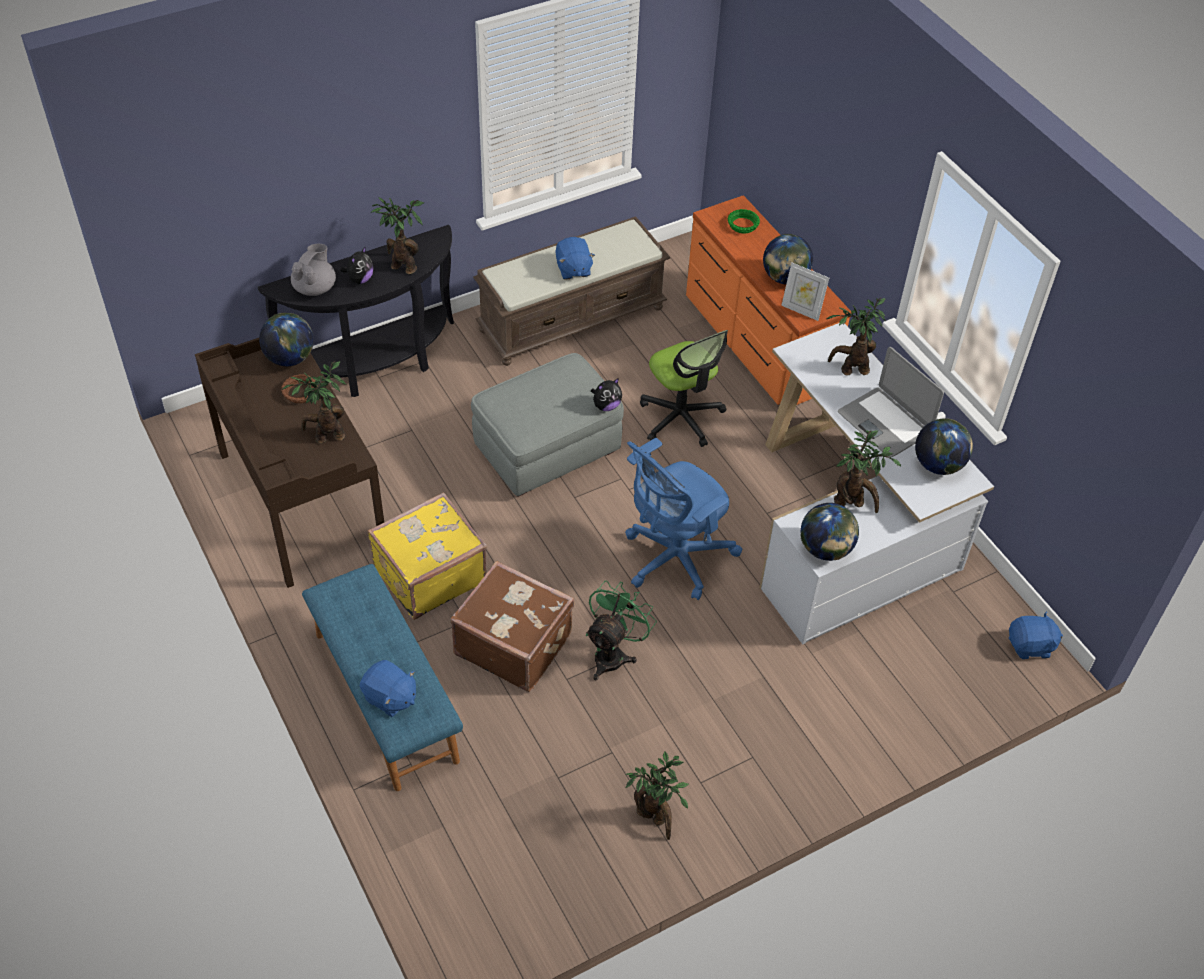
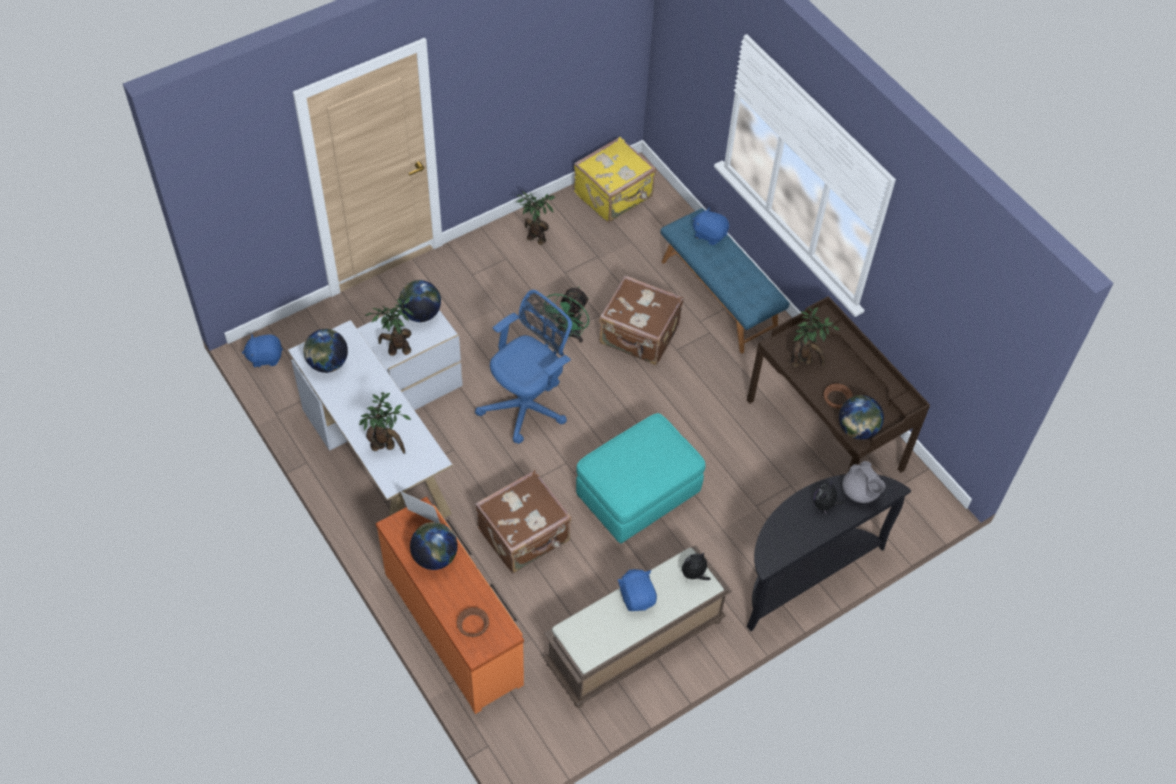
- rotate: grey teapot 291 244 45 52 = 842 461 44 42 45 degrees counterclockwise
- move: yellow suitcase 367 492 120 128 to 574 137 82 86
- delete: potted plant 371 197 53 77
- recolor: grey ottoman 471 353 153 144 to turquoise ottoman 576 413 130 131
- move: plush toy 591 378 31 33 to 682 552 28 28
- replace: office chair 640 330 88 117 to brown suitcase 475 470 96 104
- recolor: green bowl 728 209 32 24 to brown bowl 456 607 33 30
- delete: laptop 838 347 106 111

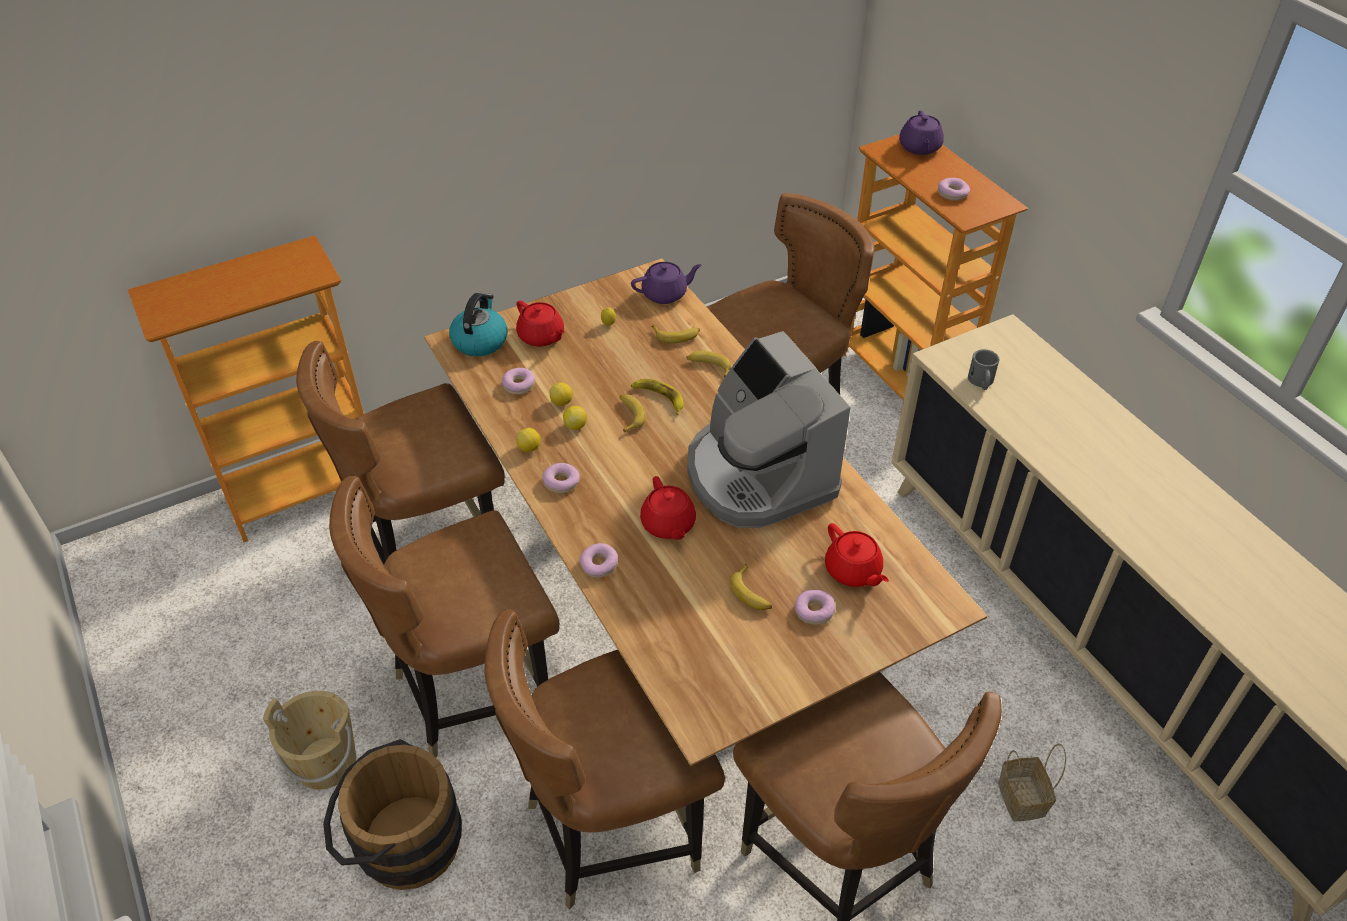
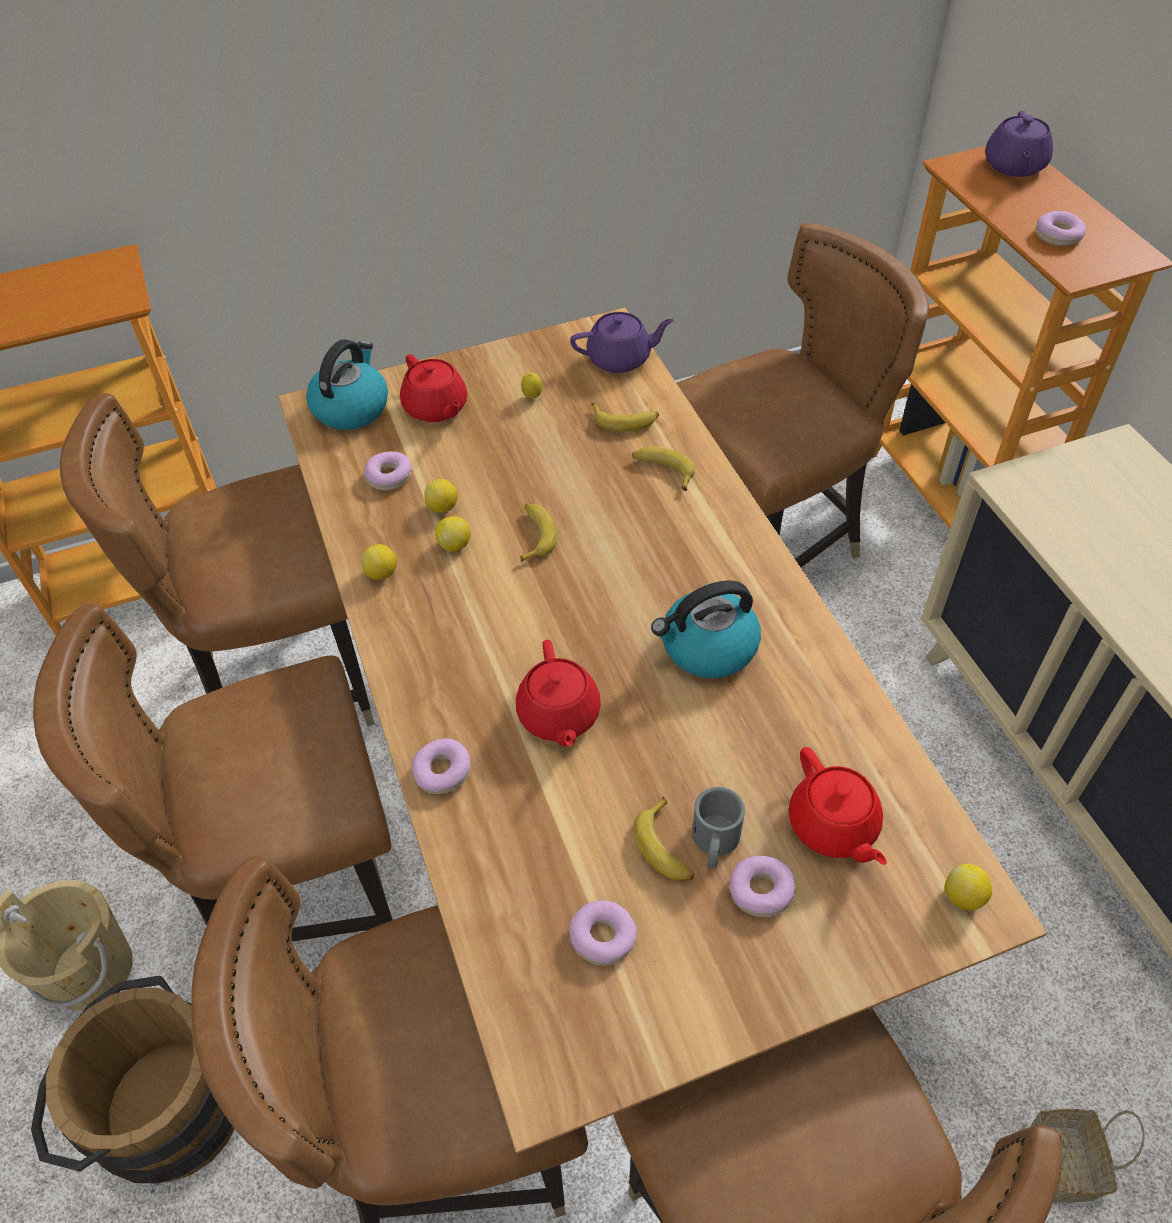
- move: donut 542 463 38 30 to 569 900 68 66
- delete: banana 631 379 53 36
- replace: coffee machine 687 331 163 197 to kettle 651 580 110 98
- move: grey mug 968 349 31 41 to 692 787 53 81
- insert: lemon 945 864 47 47

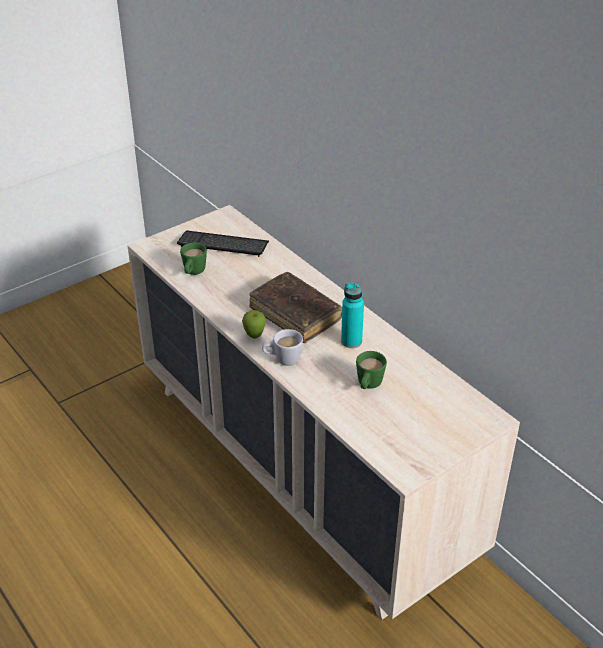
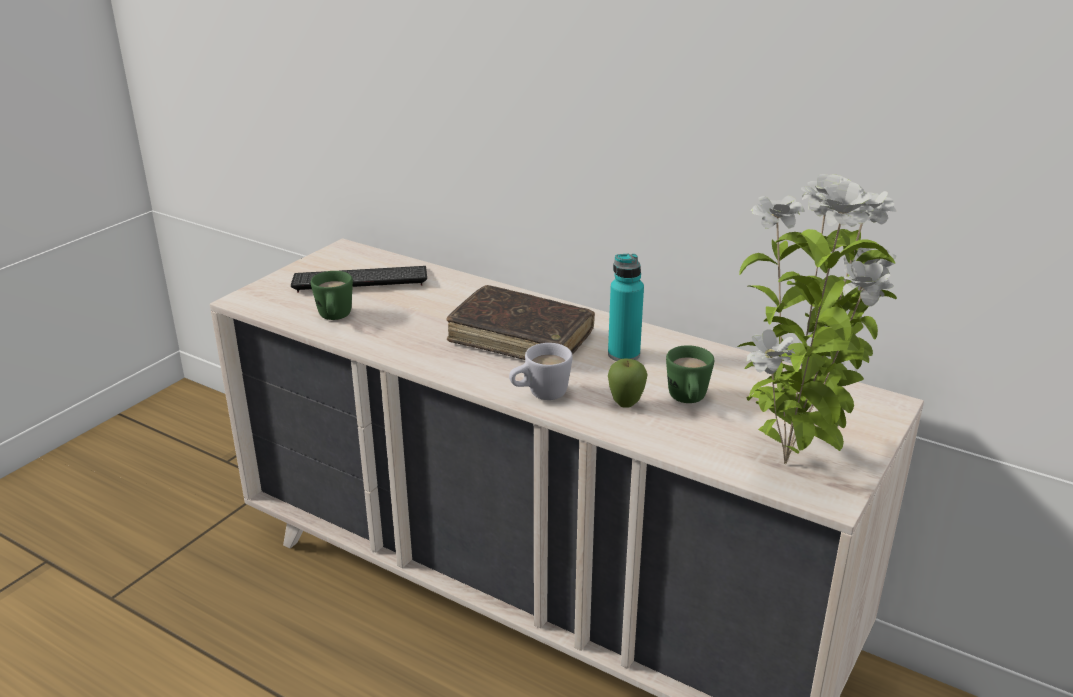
- move: apple 242 310 24 28 to 608 358 40 50
- insert: potted plant 737 174 160 290

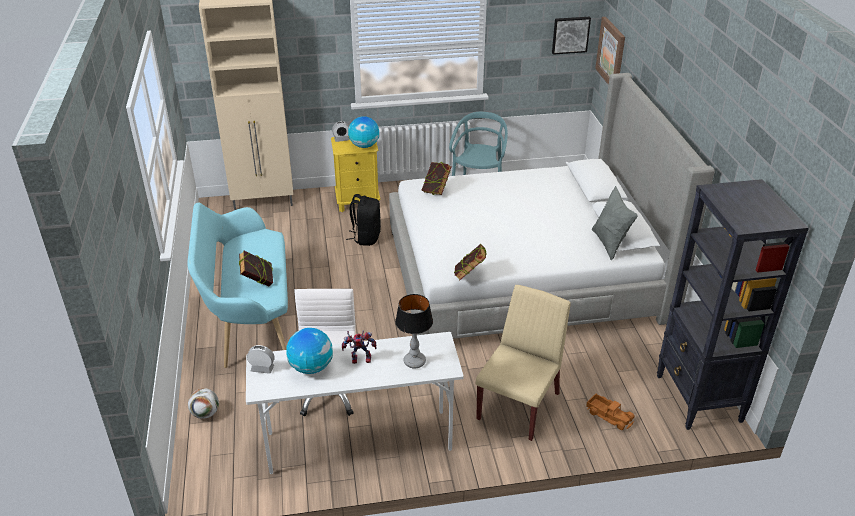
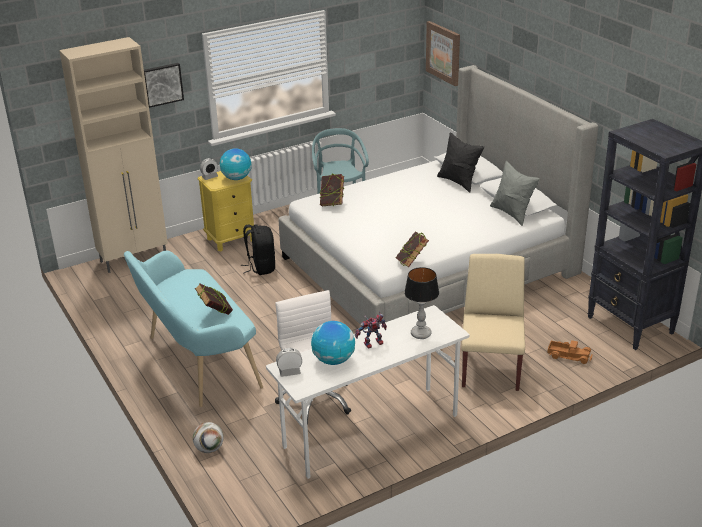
- move: picture 552 17 39 38 to 144 63 40 45
- insert: black pillow 437 132 47 60

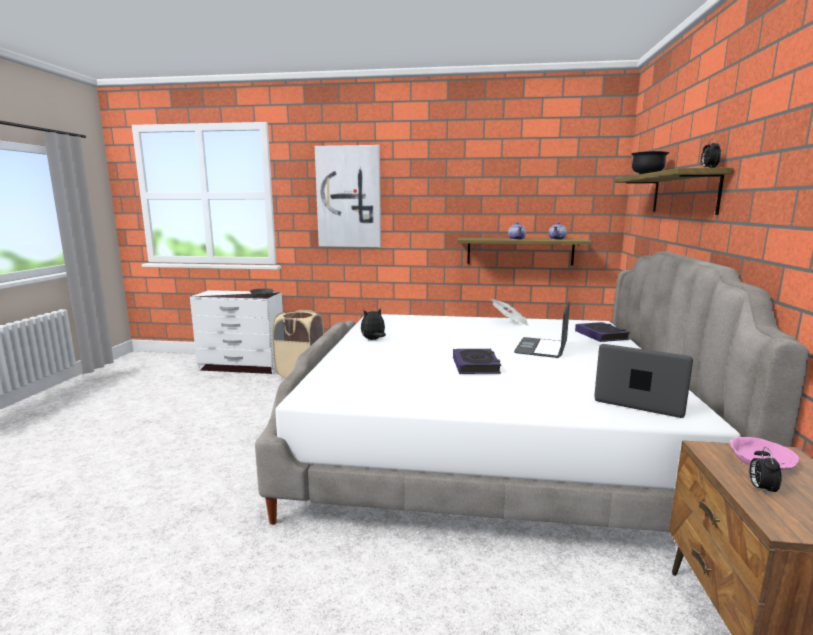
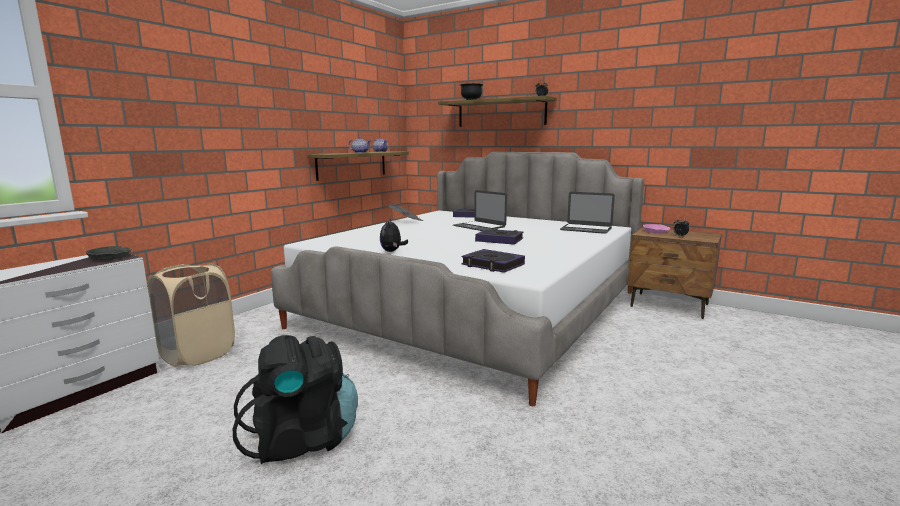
- delete: picture 315 145 66 102
- rotate: laptop 594 344 99 74 = 560 192 55 42 120 degrees counterclockwise
- insert: black backpack 233 335 125 129
- insert: book 461 249 64 24

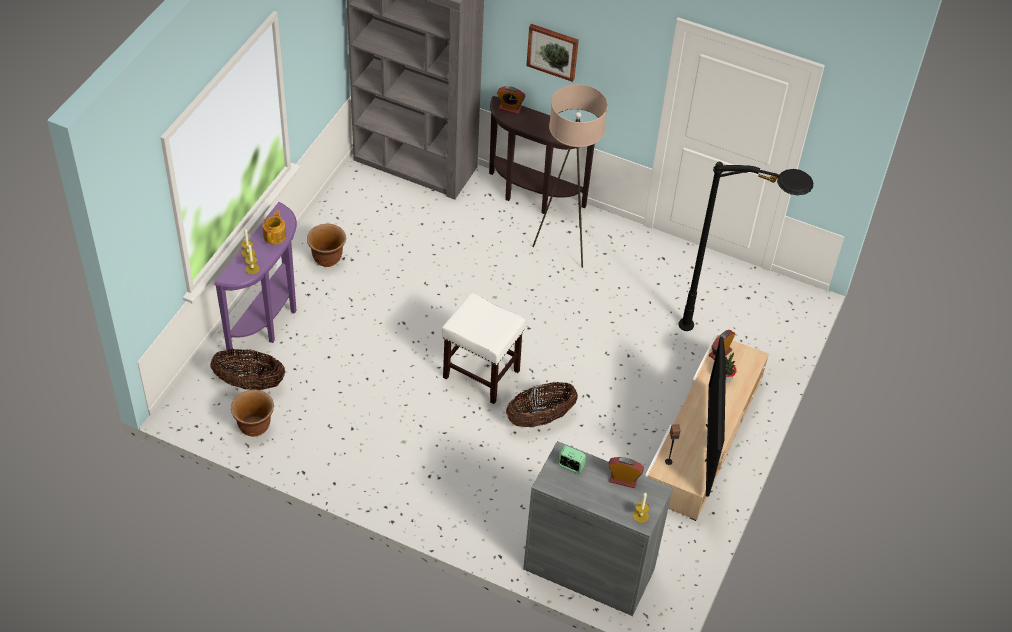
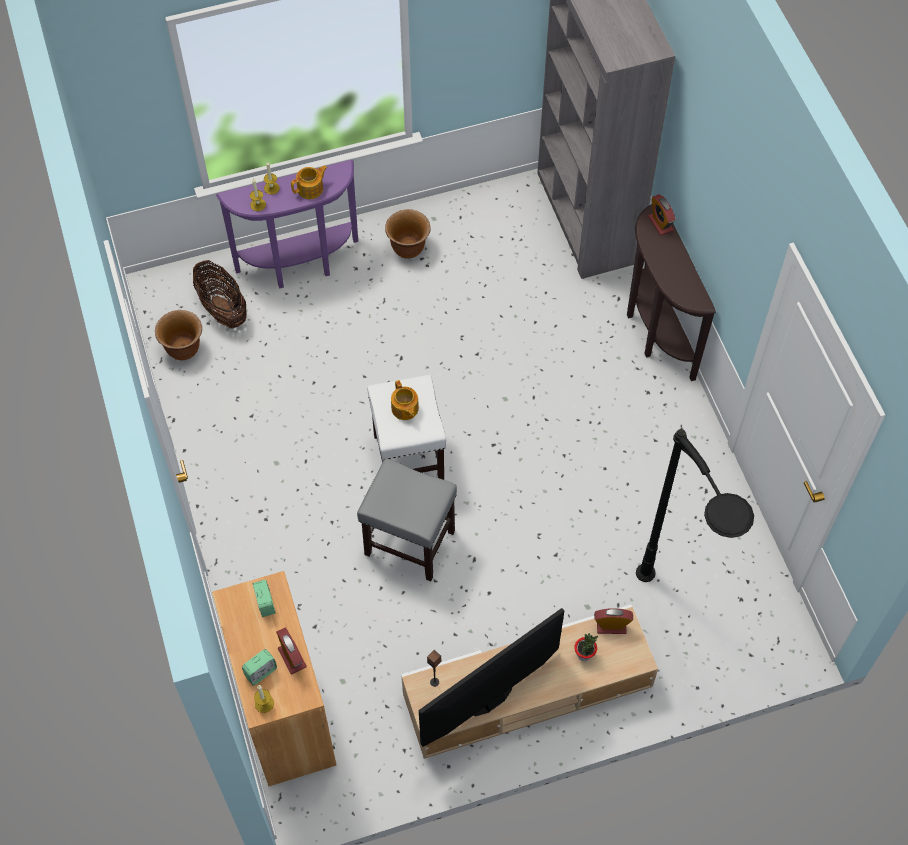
- replace: basket 506 382 72 45 to grey stool 357 458 100 123
- recolor: grey cabinet 523 441 150 175 to brown cabinet 212 571 124 215
- delete: picture 526 24 53 58
- delete: beige floor lamp 532 84 76 184
- insert: alarm clock 242 649 35 36
- insert: teapot 391 380 28 40

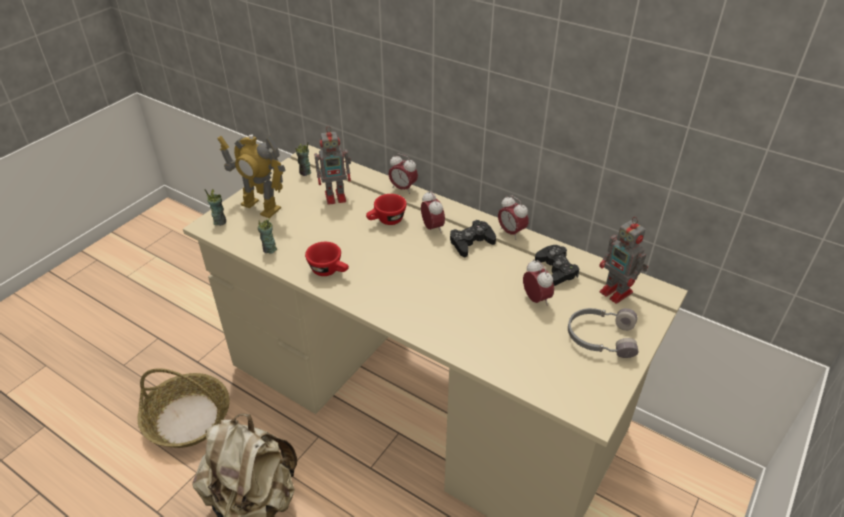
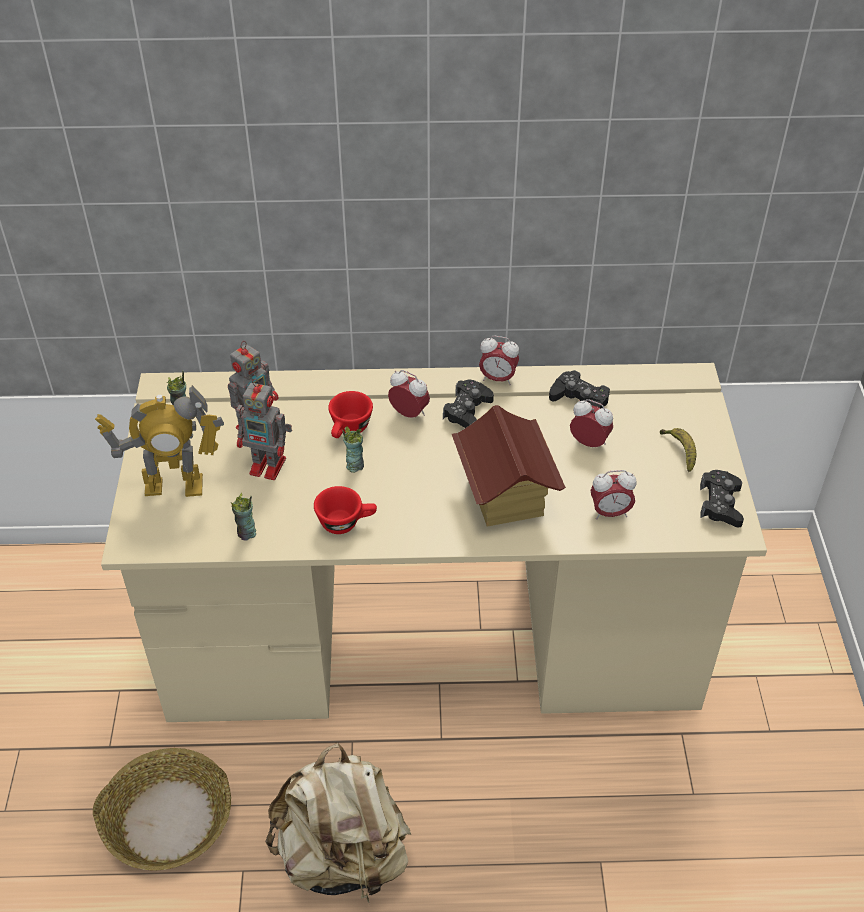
- move: cup 204 189 22 37 to 342 426 22 47
- move: alarm clock 388 154 30 40 to 590 470 47 49
- replace: grey headphones 568 308 71 50 to banana 660 428 36 44
- move: toy robot 599 217 49 87 to 236 379 56 101
- insert: toy house 452 405 114 122
- insert: black game controller 700 470 44 57

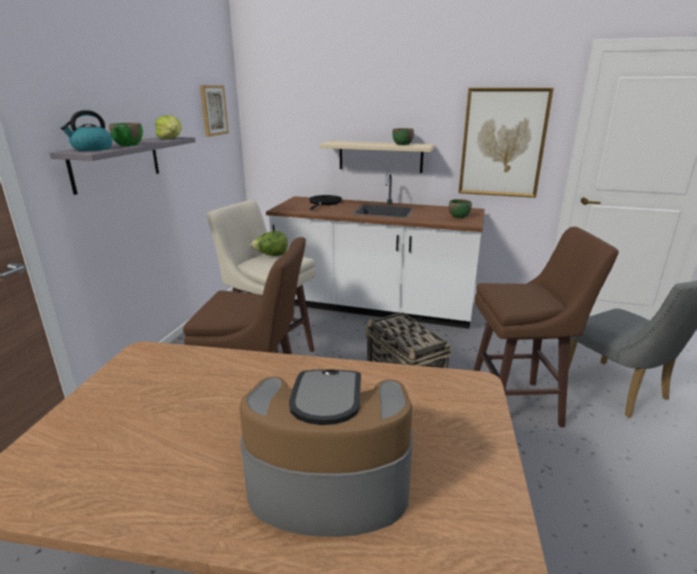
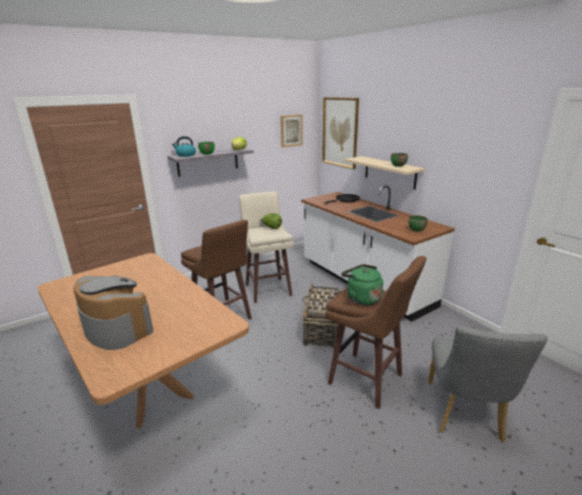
- move: picture 459 88 95 110 to 322 97 37 72
- insert: green kettle 341 264 42 41

